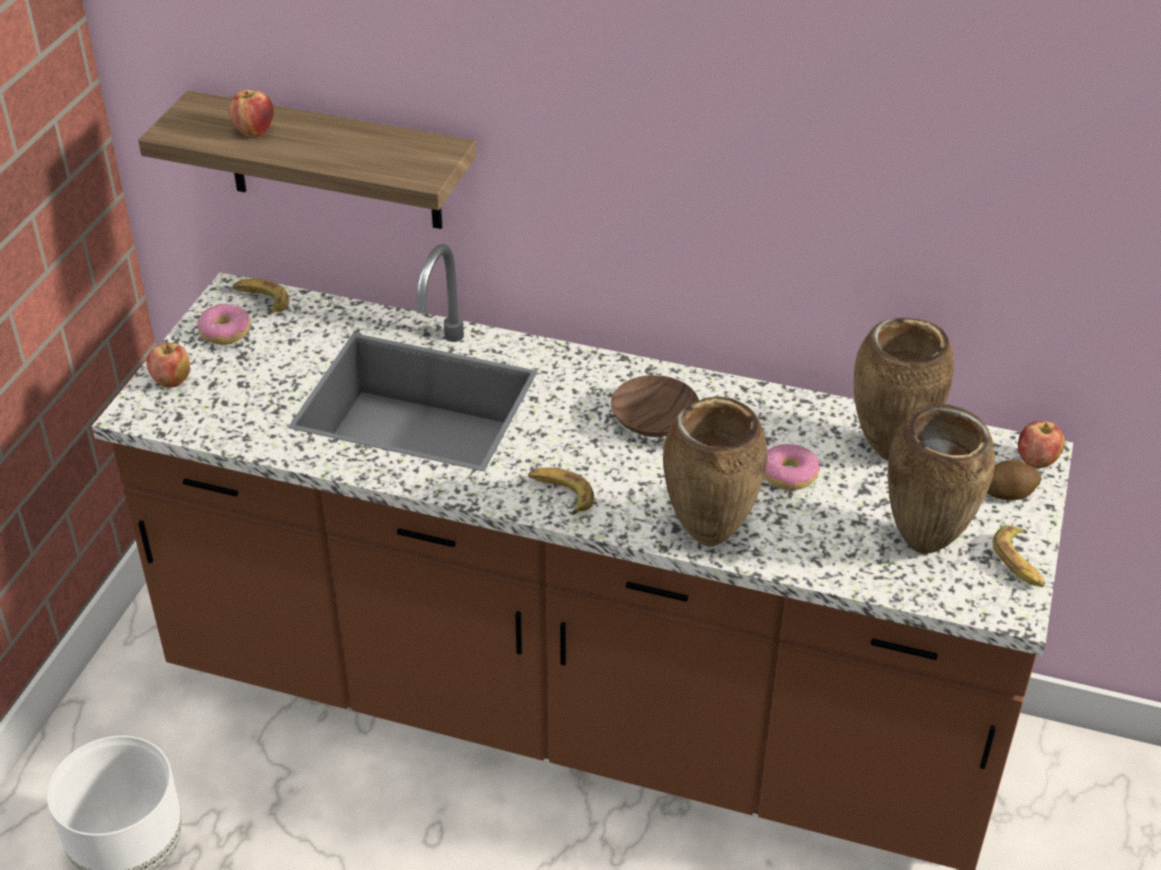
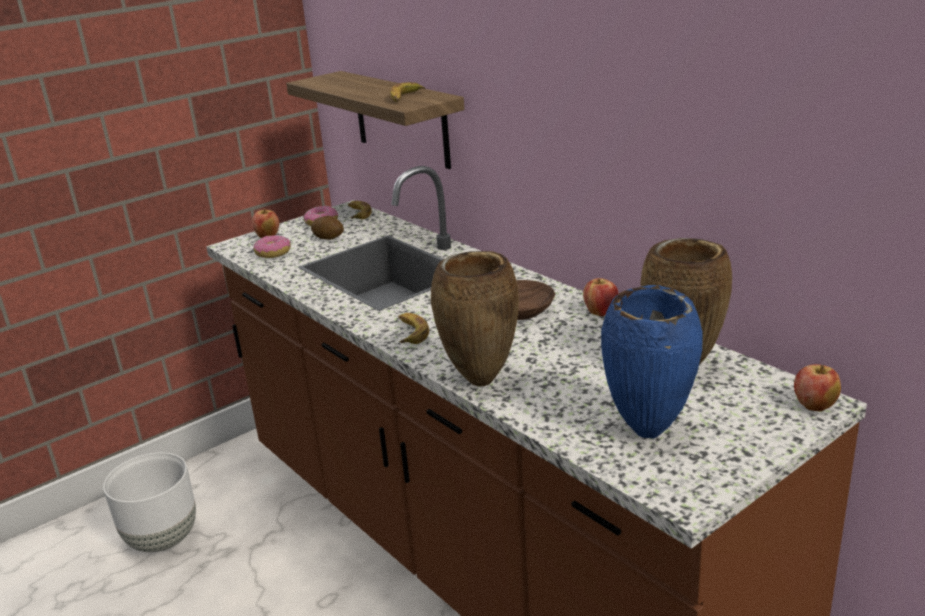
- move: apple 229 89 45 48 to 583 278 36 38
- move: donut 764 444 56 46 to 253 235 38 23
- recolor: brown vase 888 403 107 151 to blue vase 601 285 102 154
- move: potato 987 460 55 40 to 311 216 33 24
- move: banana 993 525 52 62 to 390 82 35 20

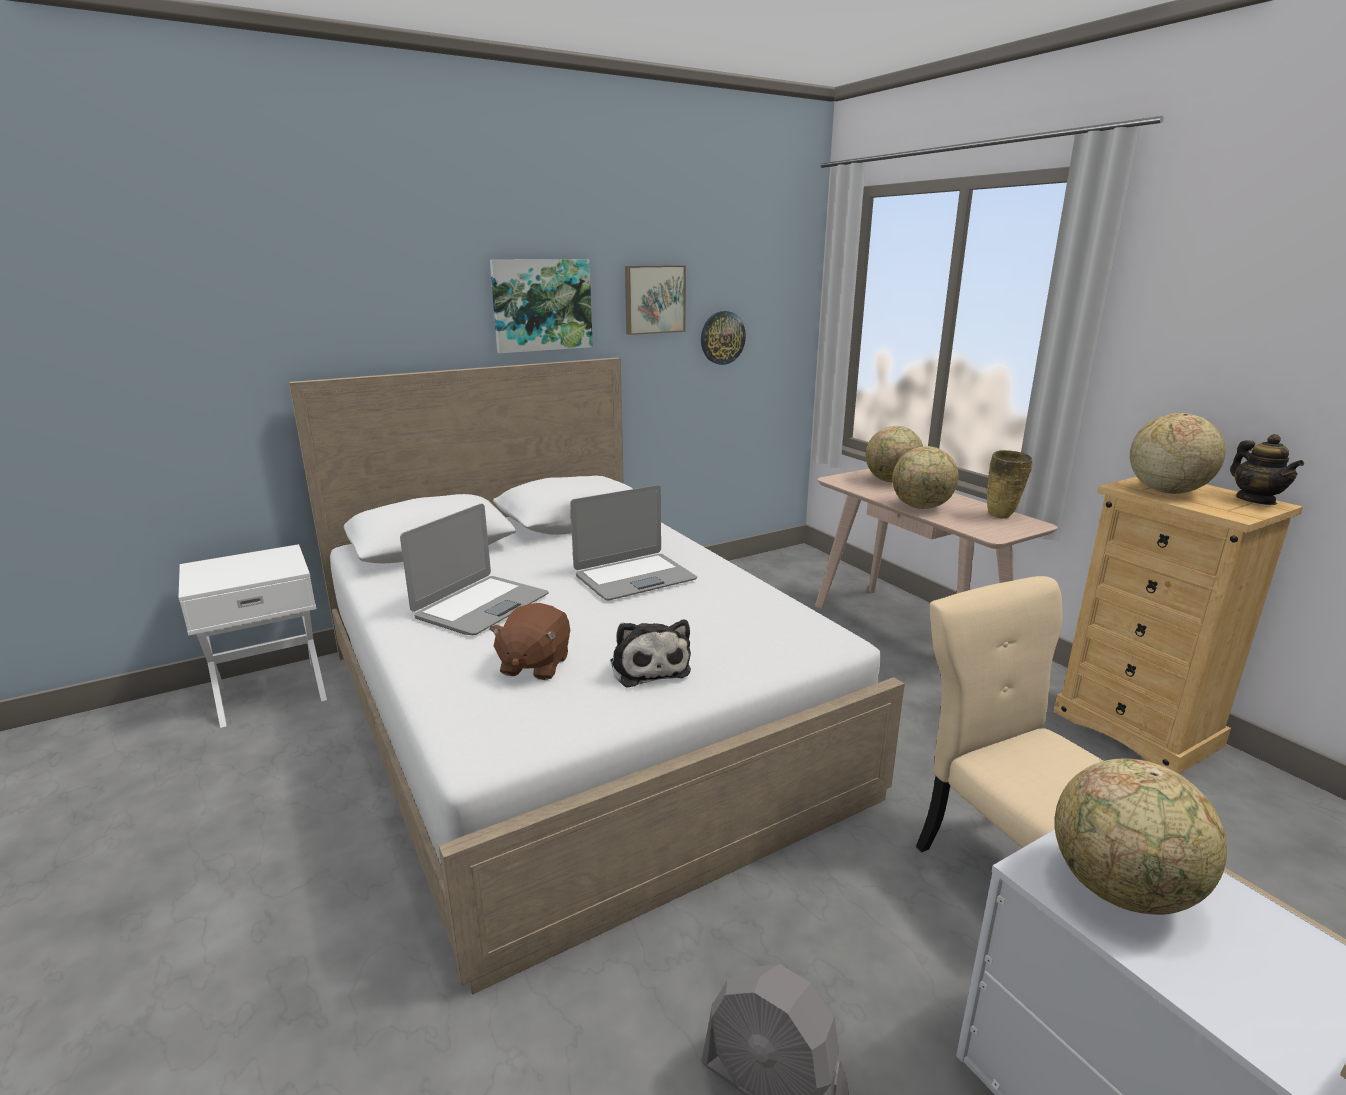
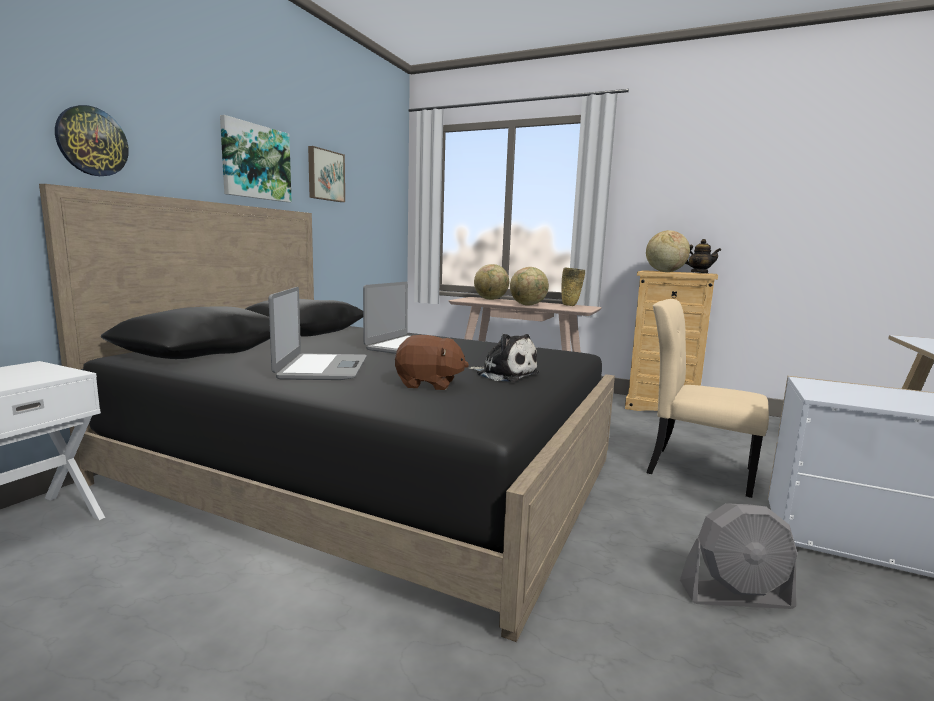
- recolor: white bed 289 358 616 637 to black bed 39 184 576 458
- rotate: brown plush toy 489 603 81 77 = 395 335 74 55 60 degrees counterclockwise
- move: wall clock 701 311 45 54 to 55 105 74 71
- delete: globe 1055 759 172 156

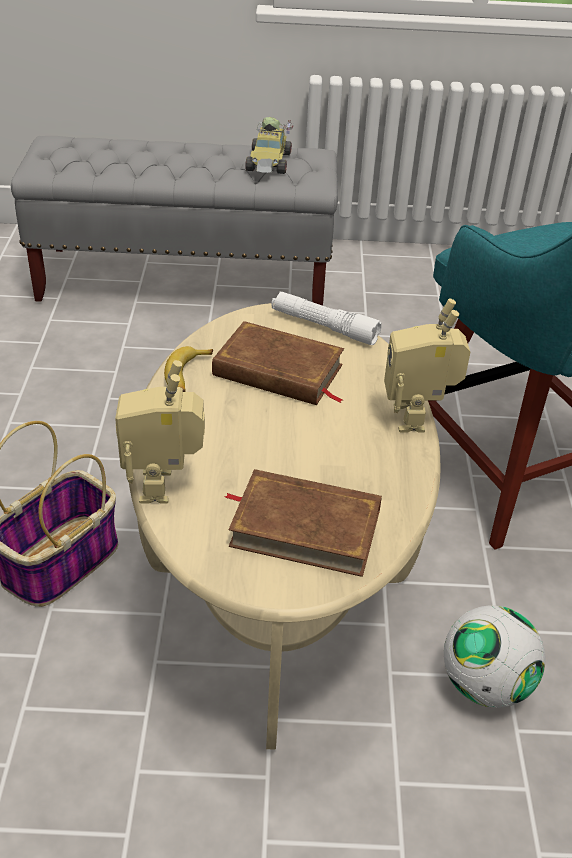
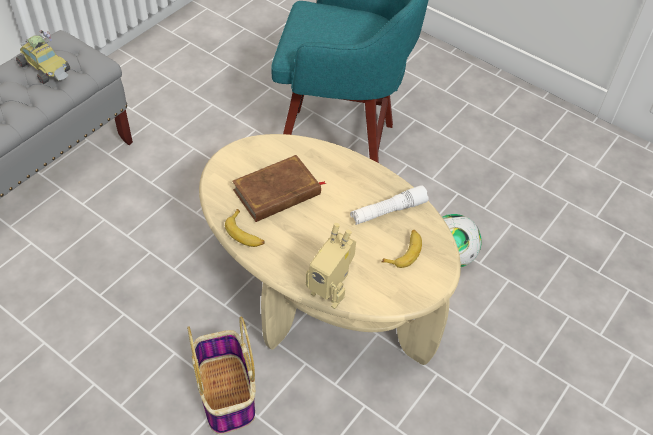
- replace: brown book 224 469 158 108 to banana 382 230 40 38
- move: white flashlight 271 292 111 53 to 350 185 79 40
- delete: toy robot 384 299 87 133

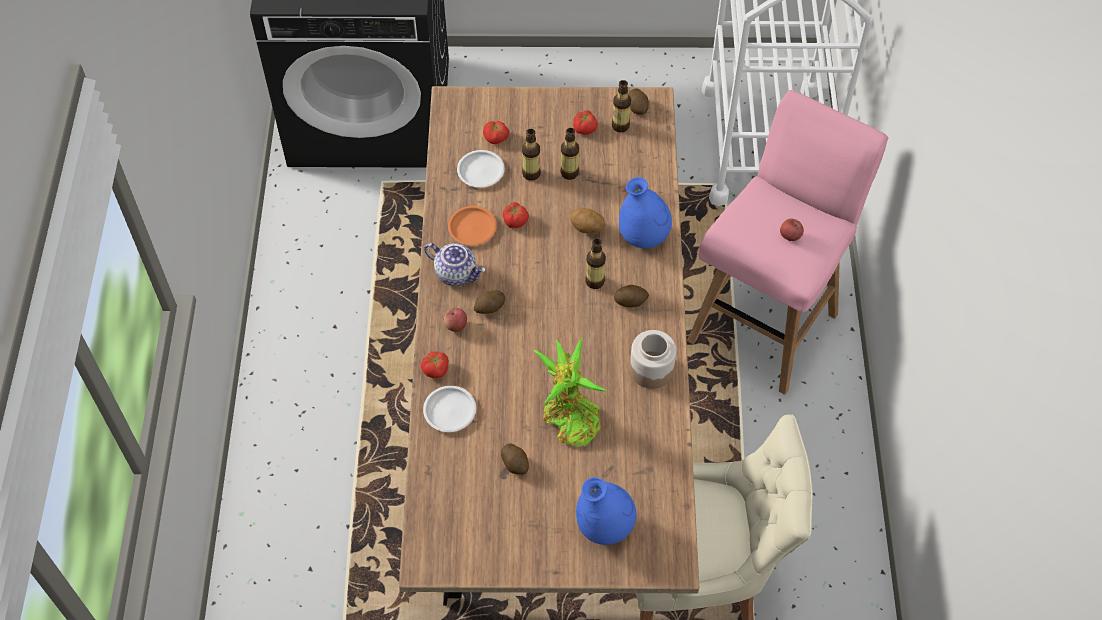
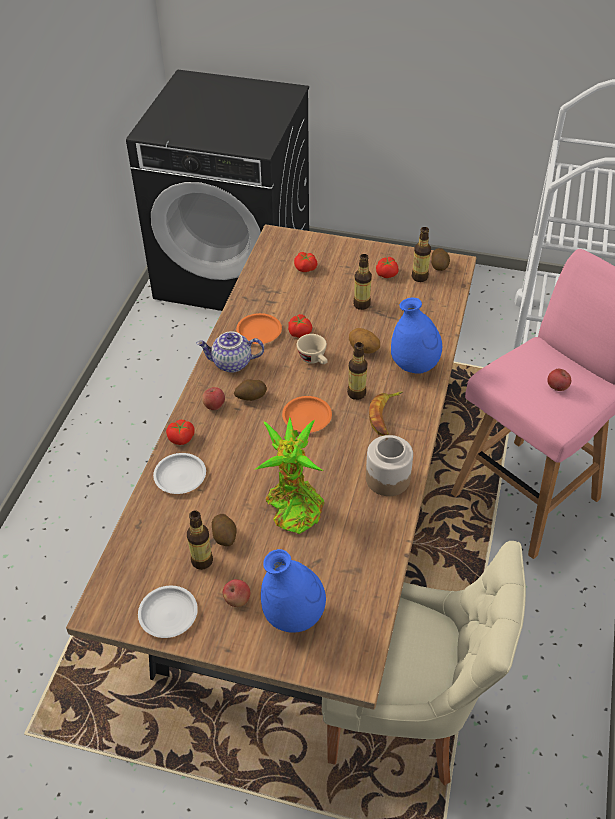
- rotate: teapot 424 243 62 43 = 196 331 68 42 135 degrees clockwise
- move: white plate 457 150 48 38 to 138 586 60 52
- move: bottle 522 129 19 52 to 187 511 26 59
- replace: potato 614 285 35 23 to banana 369 391 34 45
- insert: apple 223 579 27 28
- insert: orange plate 282 396 50 36
- insert: beige cup 297 334 31 30

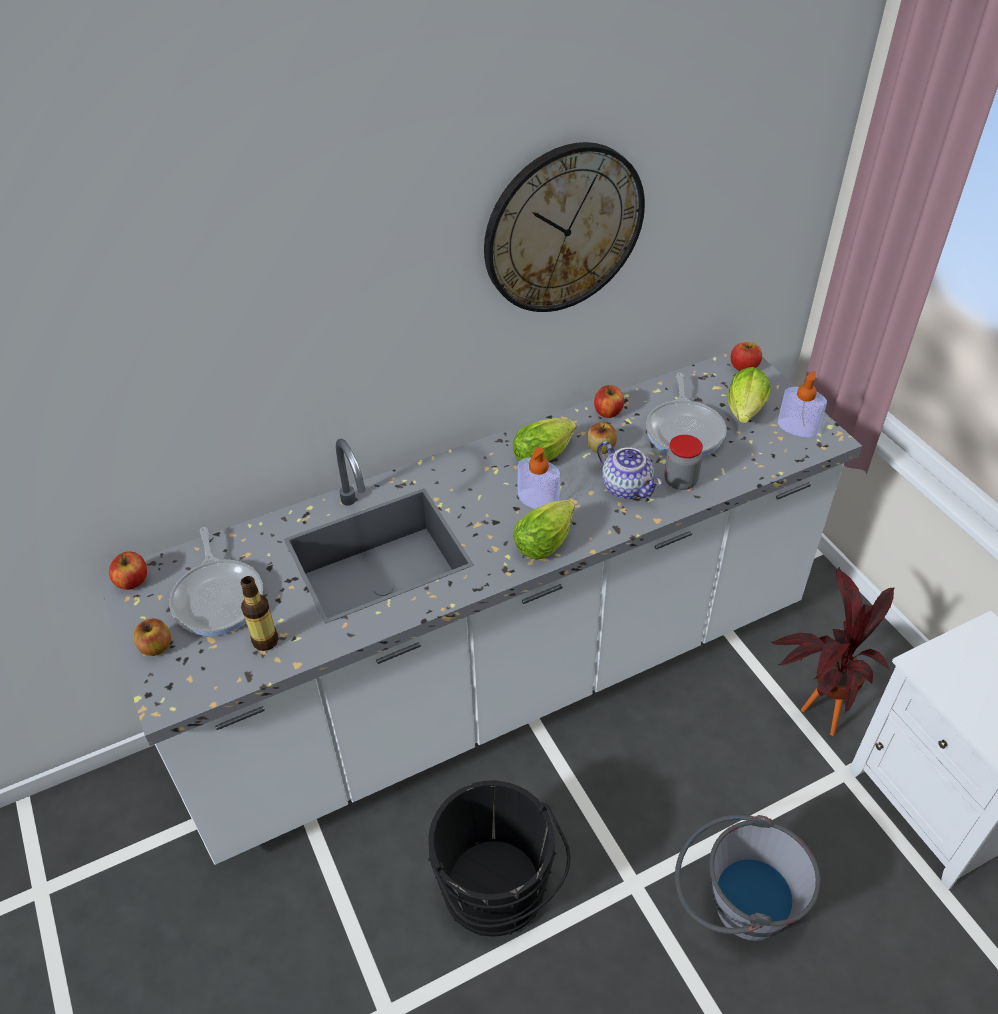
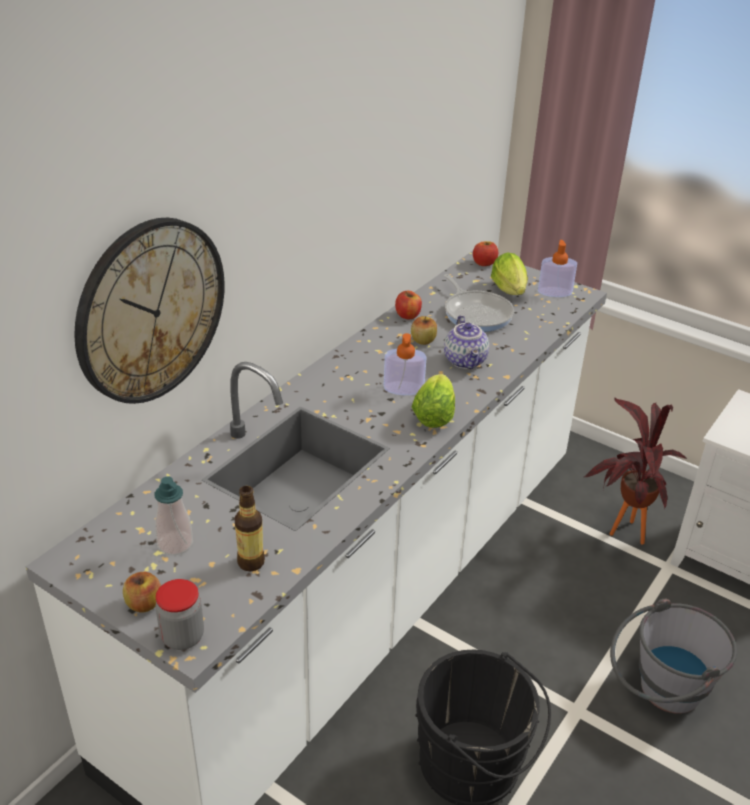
- delete: apple 109 552 38 38
- replace: frying pan 169 527 94 109 to soap dispenser 154 476 39 79
- move: wall clock 484 142 161 170 to 74 218 151 186
- delete: lettuce 513 418 63 44
- rotate: teapot 597 441 65 58 = 444 315 45 54 60 degrees clockwise
- move: jar 664 435 39 55 to 155 579 49 71

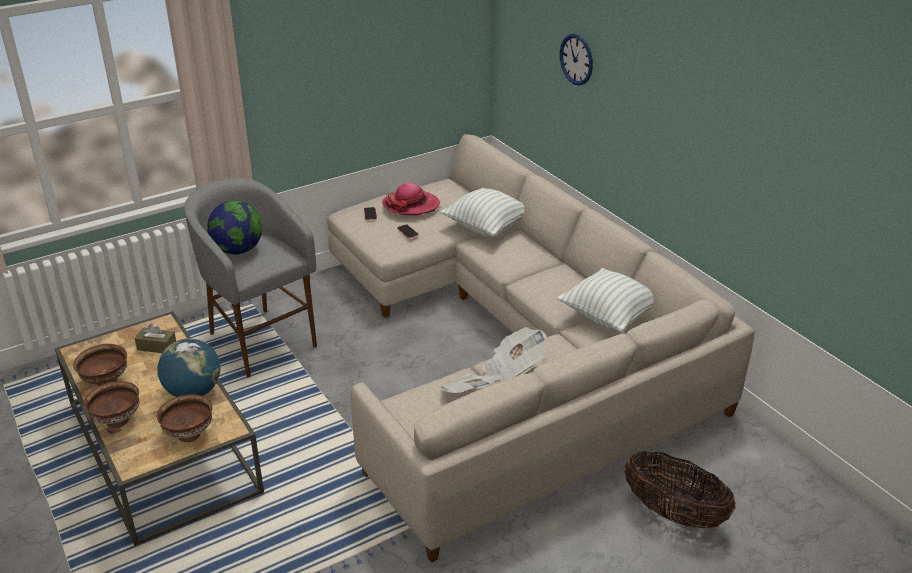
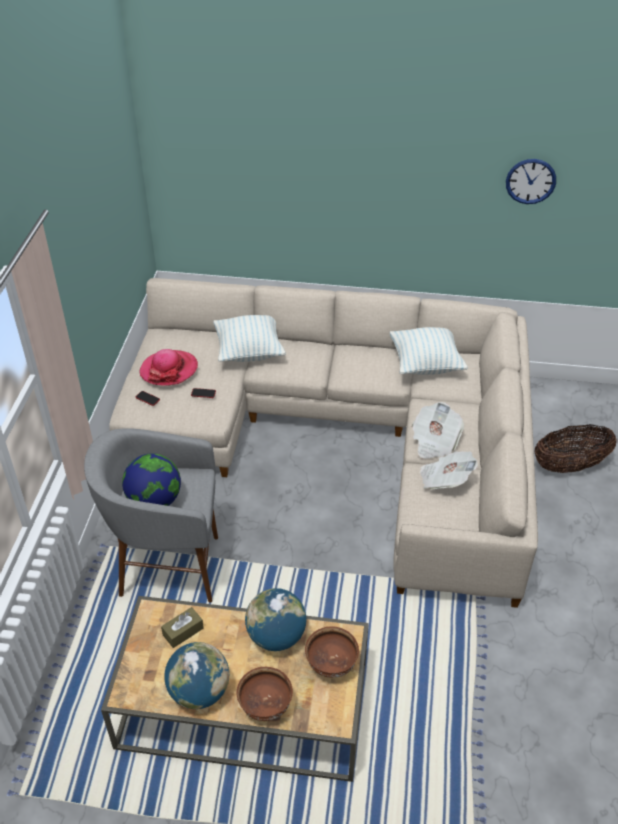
- replace: brown bowl 73 344 54 43 to globe 164 642 65 67
- move: wall clock 560 34 33 52 to 506 159 50 45

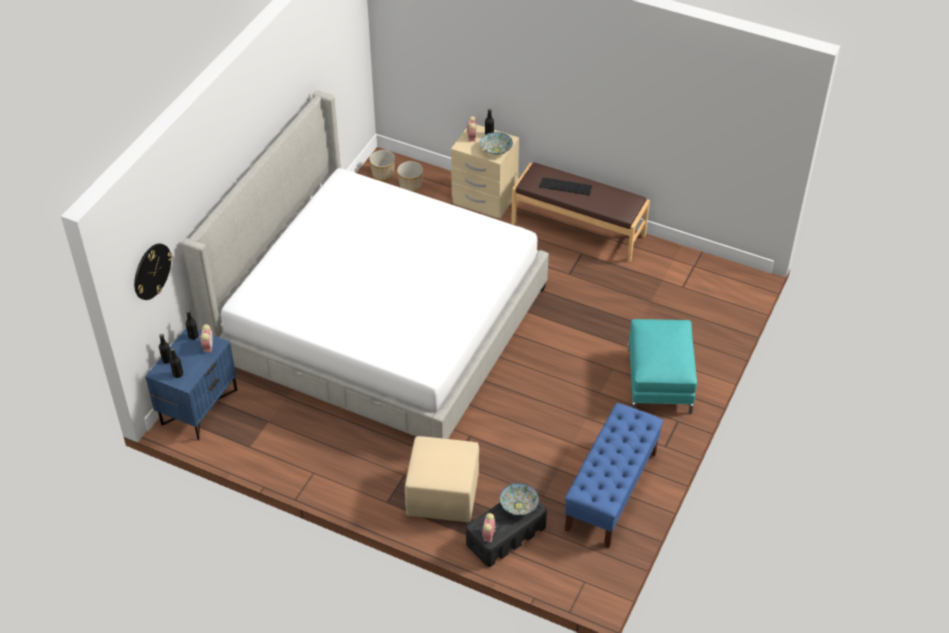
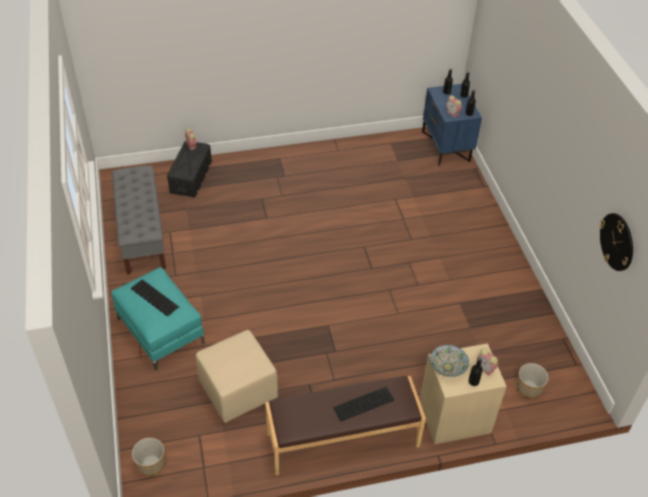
- move: wall clock 134 244 38 56 to 600 213 33 58
- delete: bed 182 90 367 349
- move: planter 369 150 26 31 to 132 438 33 38
- move: beige ottoman 405 436 74 87 to 196 330 82 93
- delete: bowl 500 483 39 32
- recolor: blue bench 565 403 99 145 to grey bench 112 165 54 110
- insert: keyboard 131 279 48 37

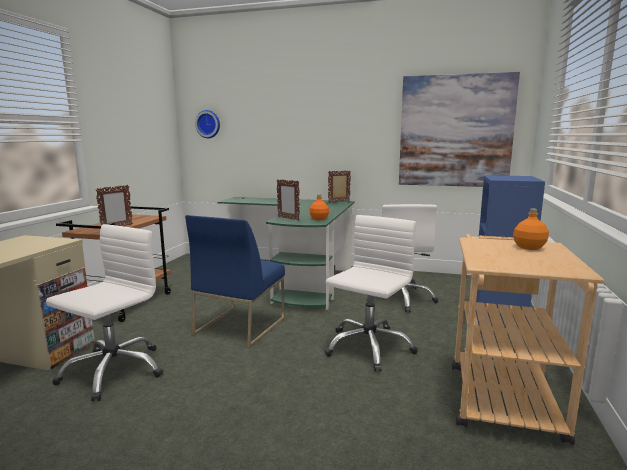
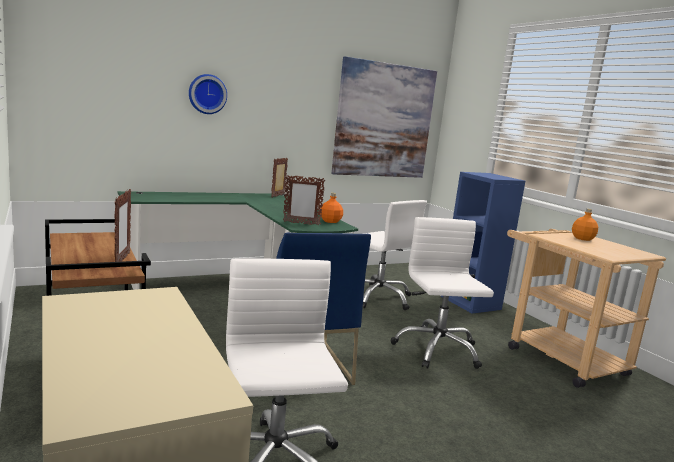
- move: wall clock 195 110 25 28 to 189 74 38 40

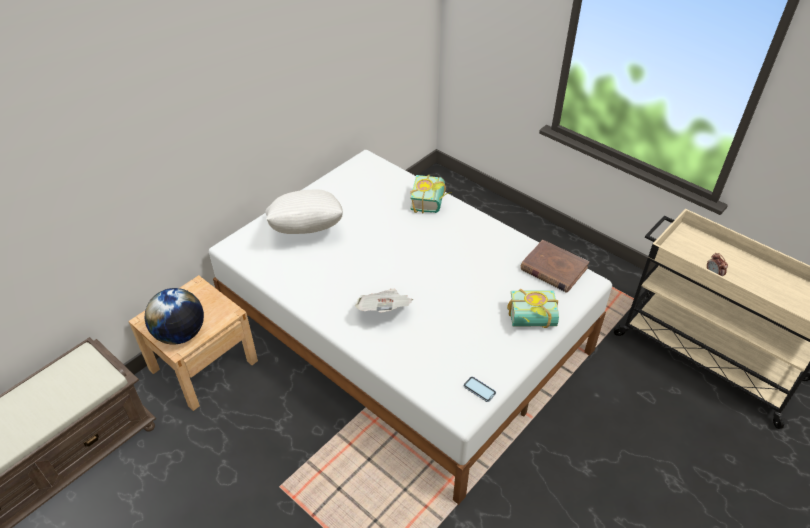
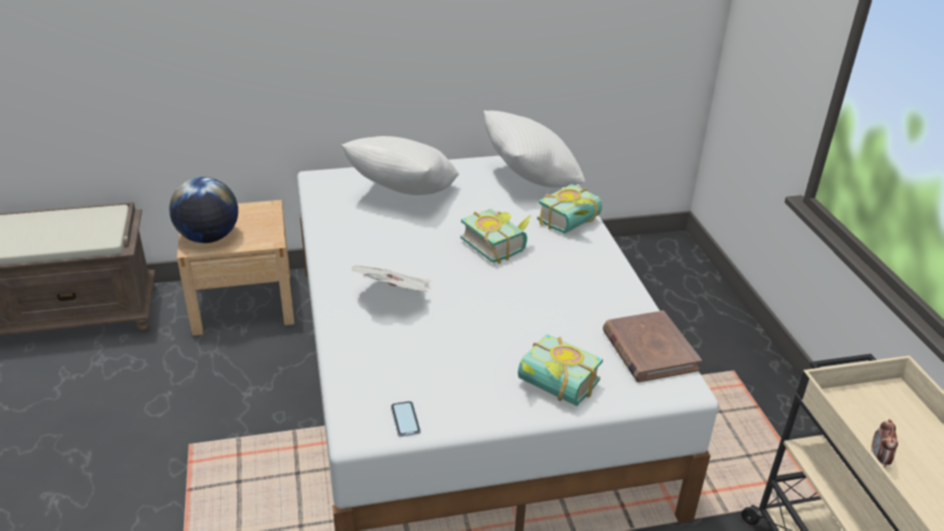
- insert: book 461 209 70 55
- insert: white pillow 484 110 101 78

